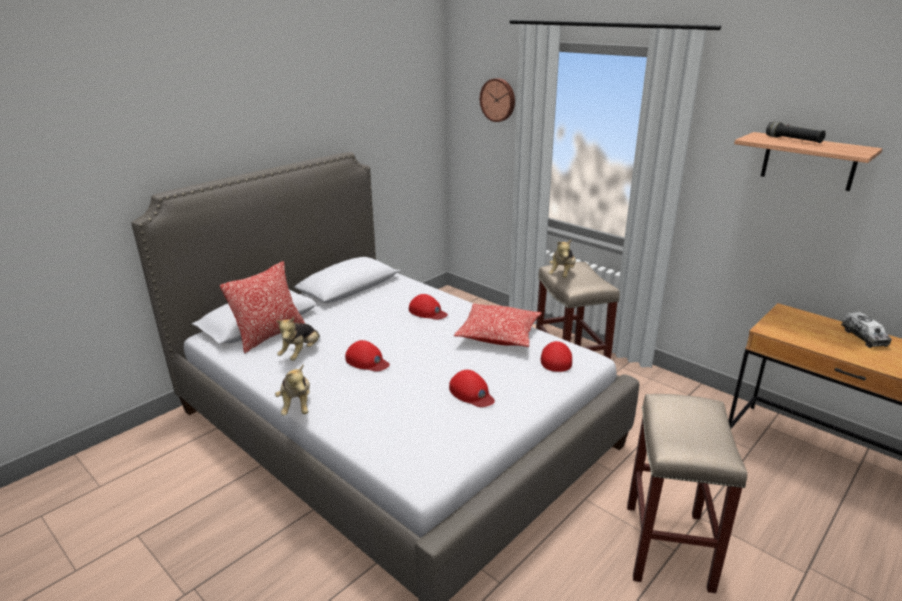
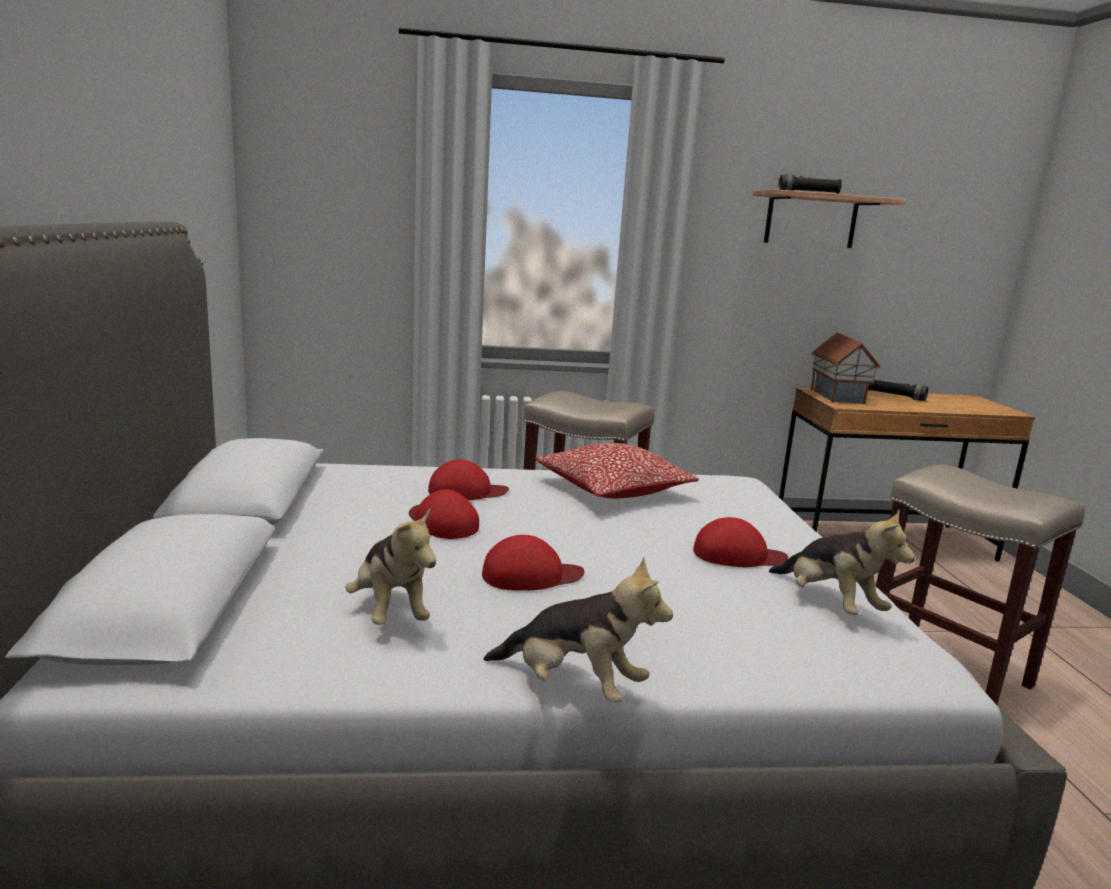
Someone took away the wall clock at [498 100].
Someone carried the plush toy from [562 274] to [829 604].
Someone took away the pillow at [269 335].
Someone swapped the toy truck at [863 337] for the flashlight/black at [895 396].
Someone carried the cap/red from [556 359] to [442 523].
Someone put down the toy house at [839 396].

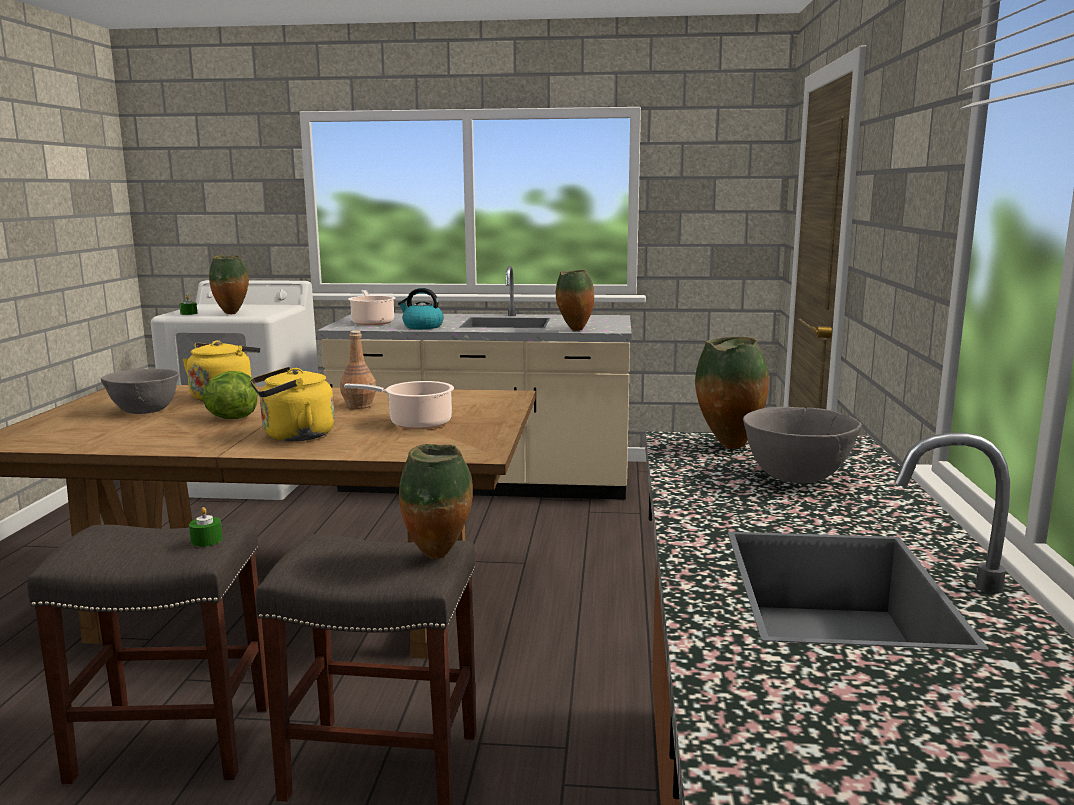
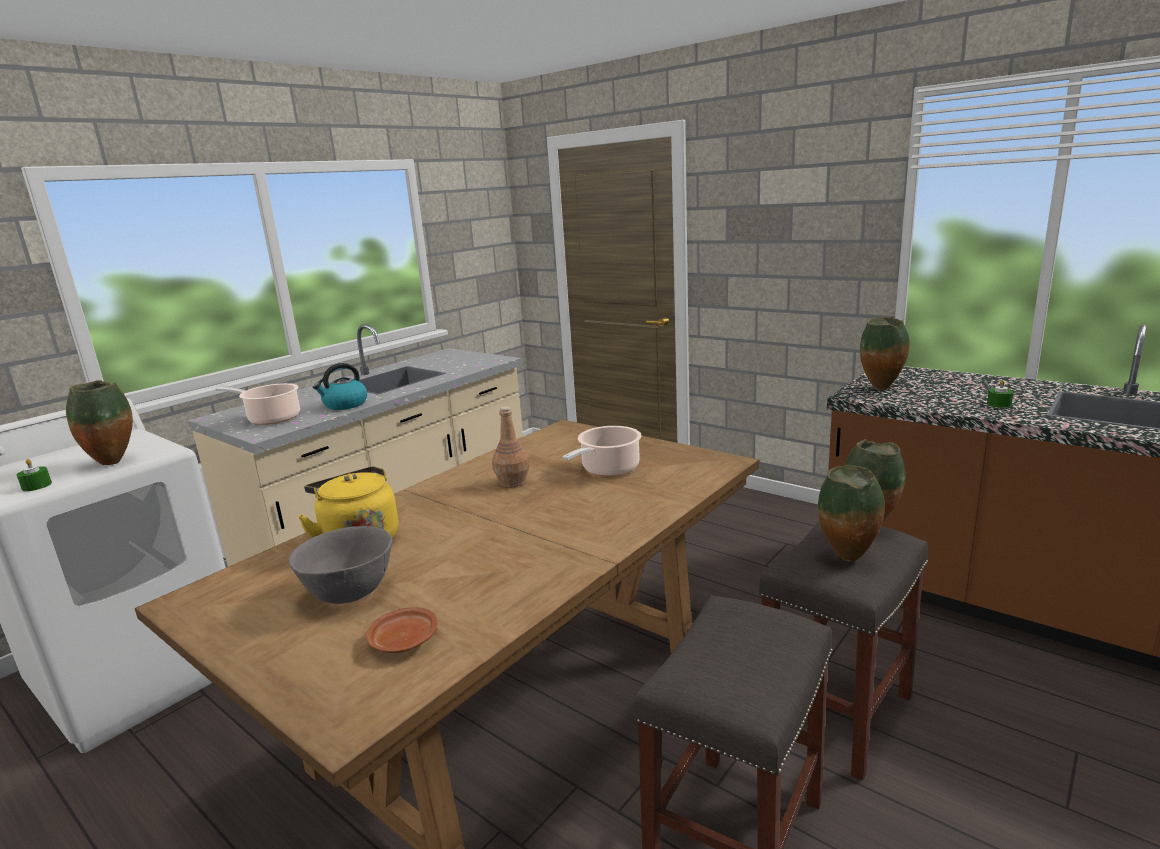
Someone carried the vase from [574 330] to [847 559].
Someone took away the kettle/yellow at [294 436].
Someone took away the lettuce at [232 418].
Someone took away the bowl/grey at [798 477].
Someone carried the candle/green from [206 540] to [999 404].
Someone put down the plate/brown at [404 640].

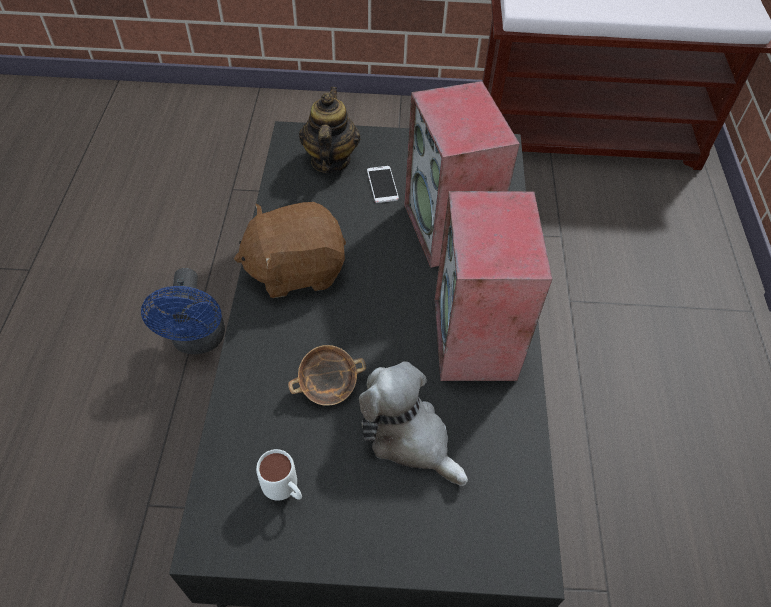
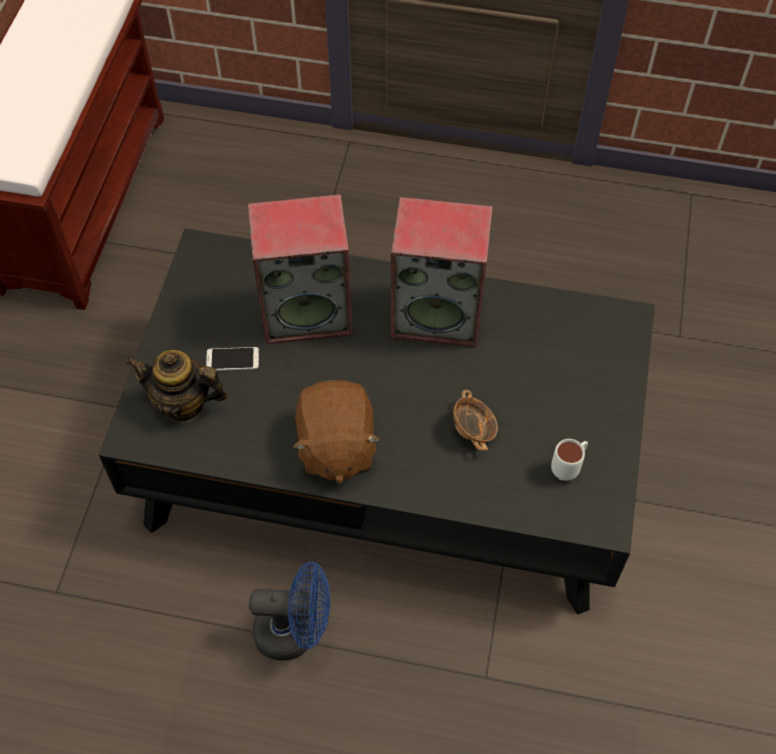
Someone took away the plush toy at [409 437].

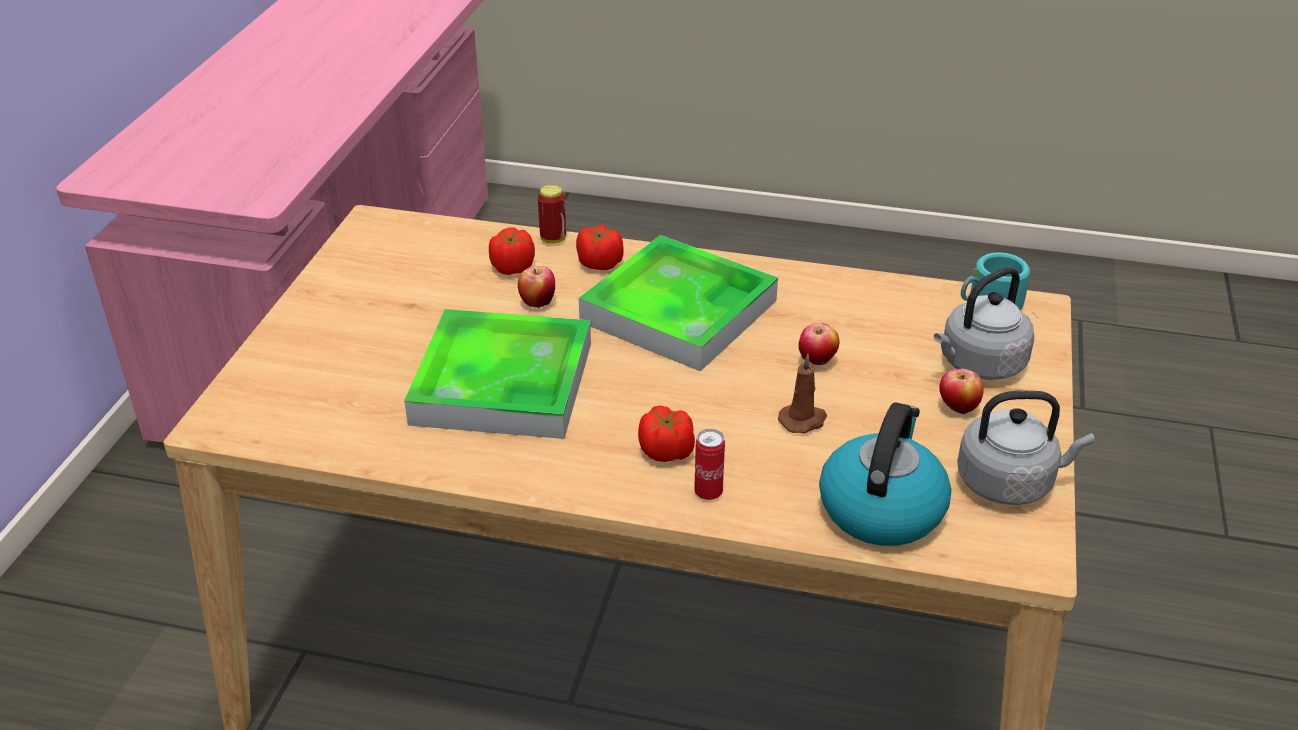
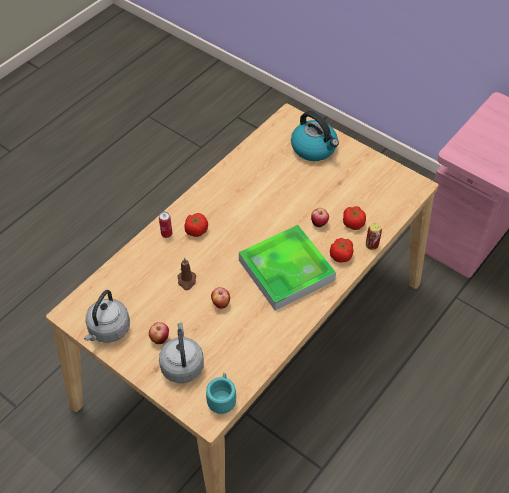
Someone took away the tray at [502 383].
Someone carried the kettle from [881 508] to [314 148].

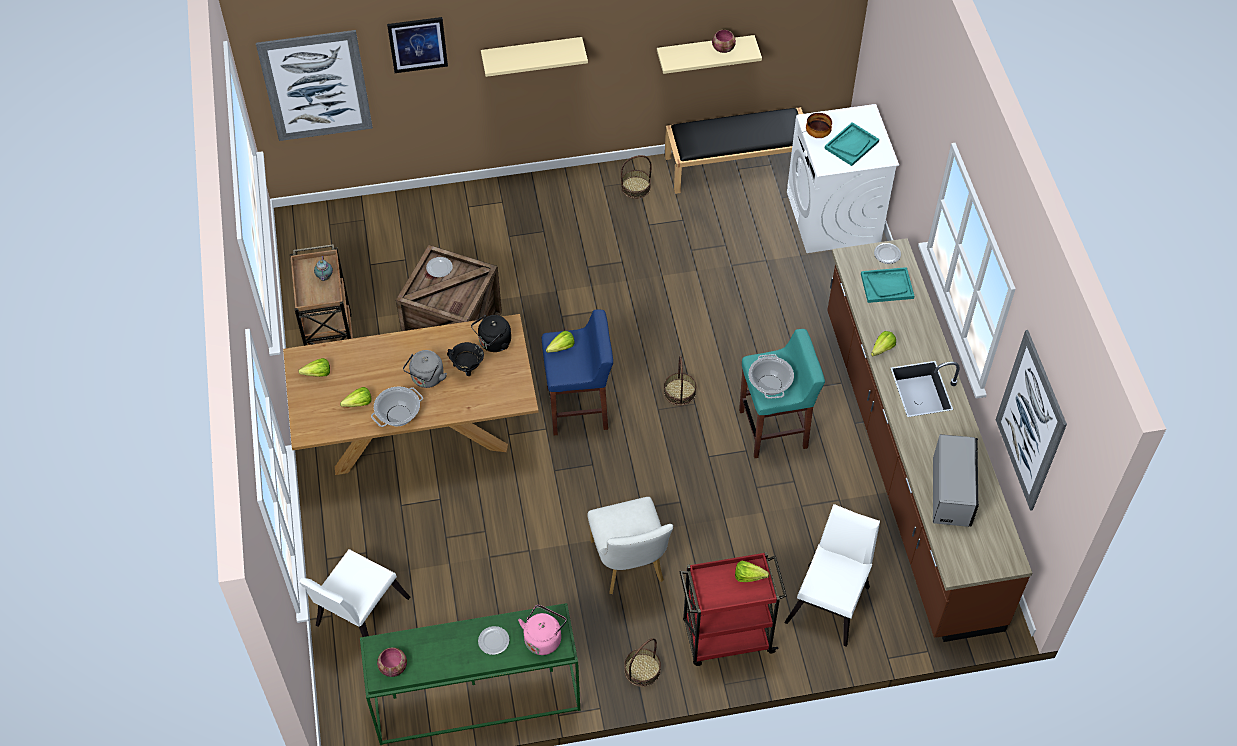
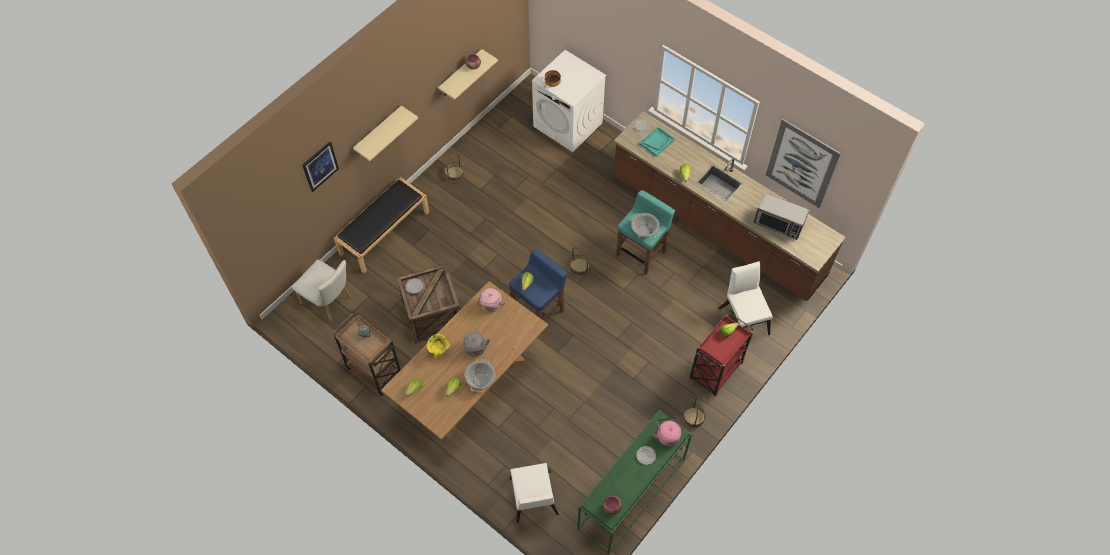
Someone took away the picture at [316 86].
Someone carried the bench/black from [737 164] to [384 232].
Someone took away the tray/turquoise at [851 145].
Someone repainted the kettle/black at [493 343], which became the kettle/pink at [491 306].
Someone took away the cooking pot/black at [467 368].
Someone rotated the microwave at [952 491] by 150 degrees clockwise.
Someone carried the chair/white from [629 566] to [329 301].
Someone put down the cooking pot/yellow at [439 351].

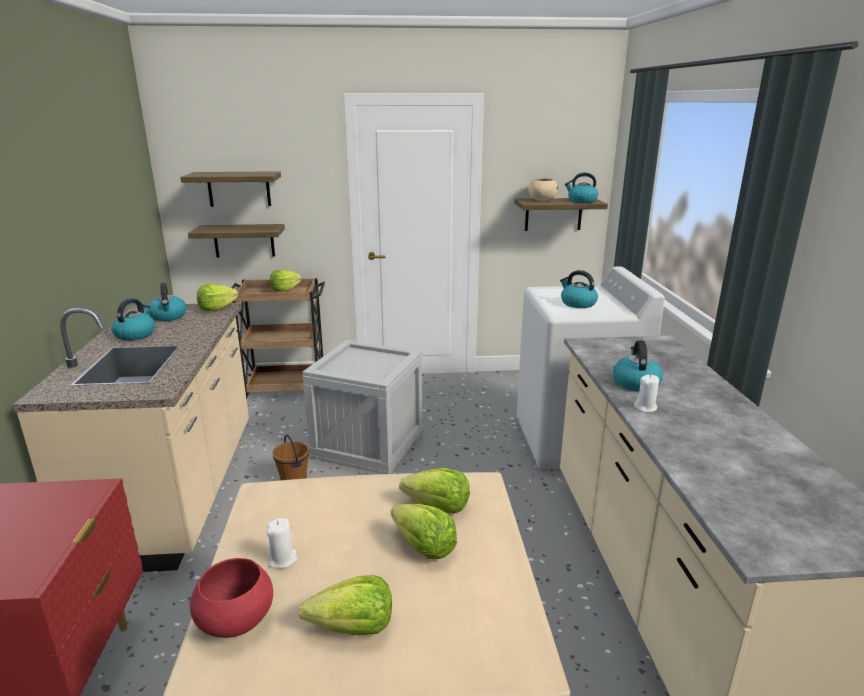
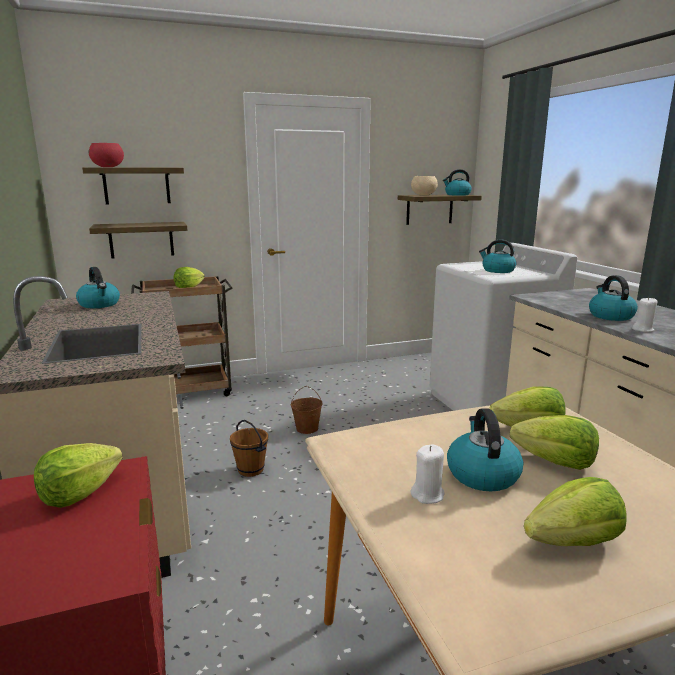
Someone carried the lettuce from [217 308] to [79 493].
Someone carried the kettle from [135 334] to [482 474].
Someone swapped the crate at [369 444] for the bucket/brown at [307 428].
Someone carried the bowl/red from [236 621] to [108 167].

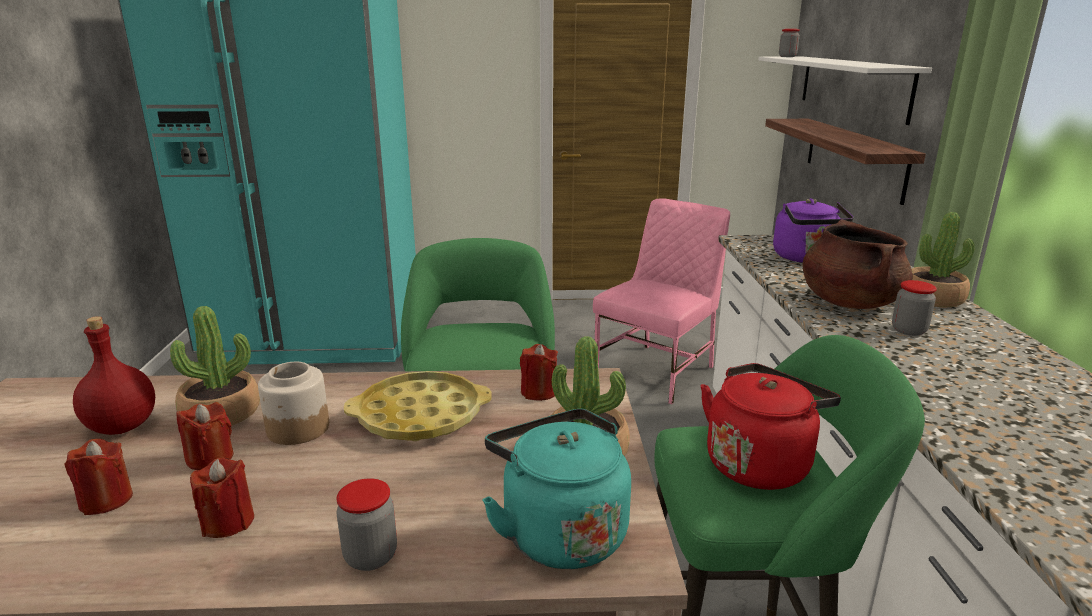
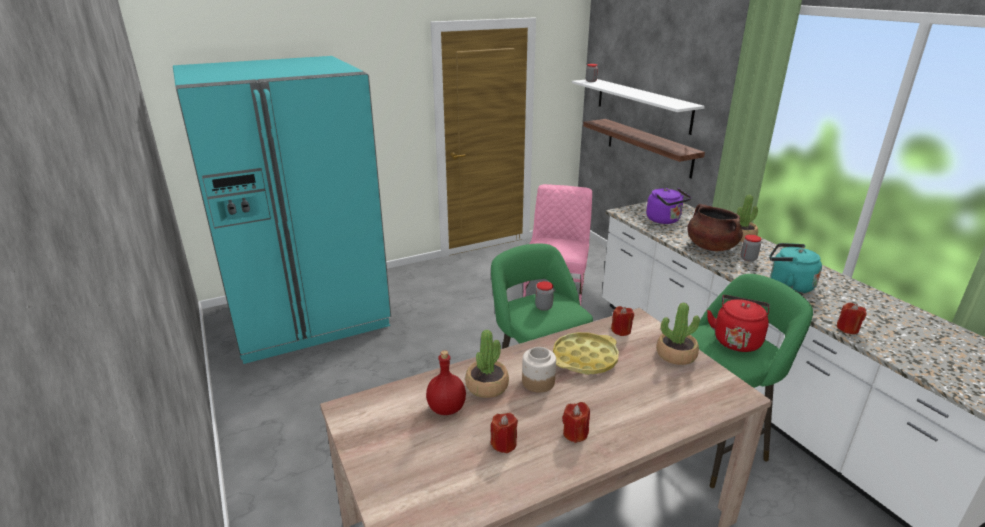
Someone carried the candle/red from [210 458] to [847 329].
Someone carried the kettle/turquoise from [559 531] to [787 285].
Someone carried the jar from [370 556] to [543 307].

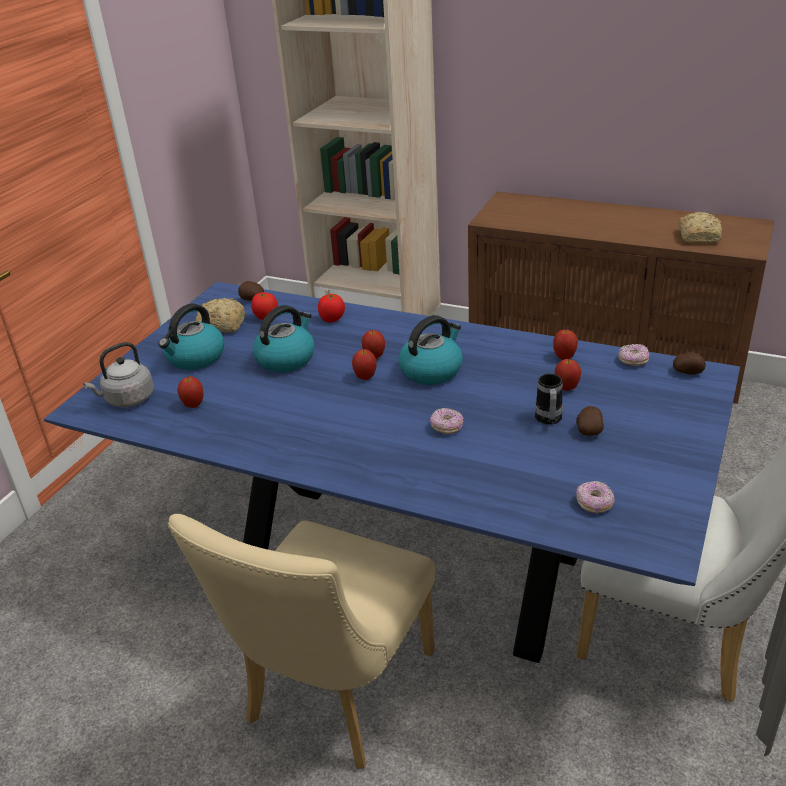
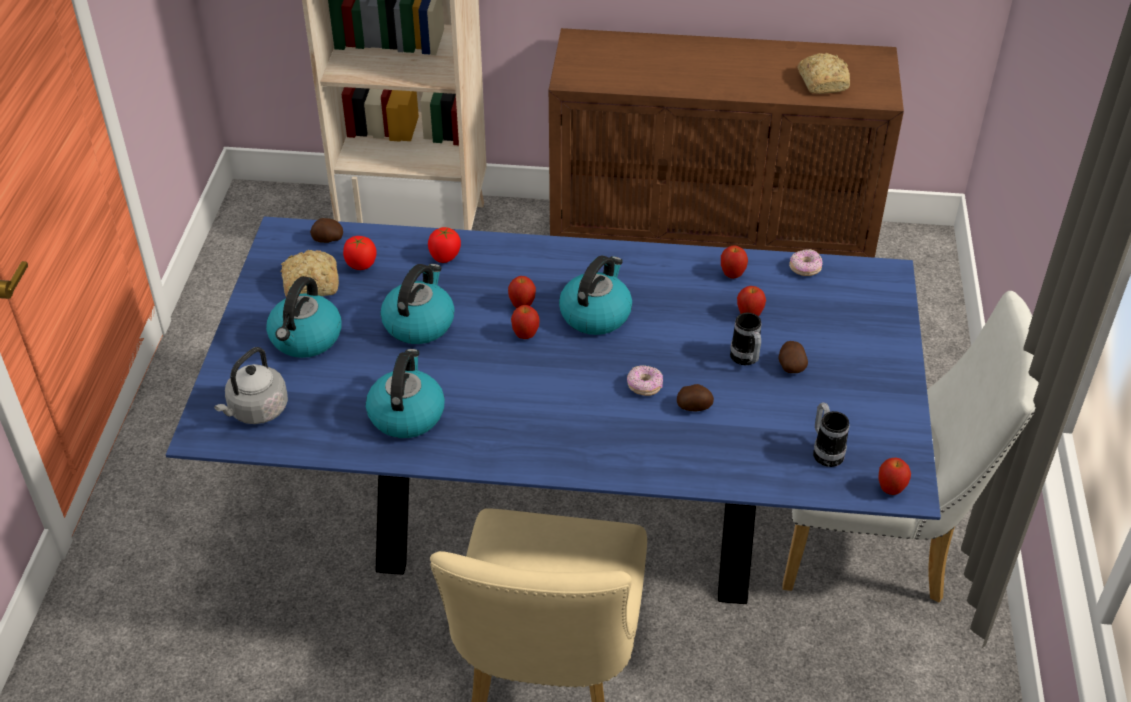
Someone carried the potato from [688 372] to [694 407].
Someone carried the apple from [193 405] to [890 489].
Someone swapped the donut at [594 504] for the mug at [825 451].
Someone put down the kettle at [406 414].

